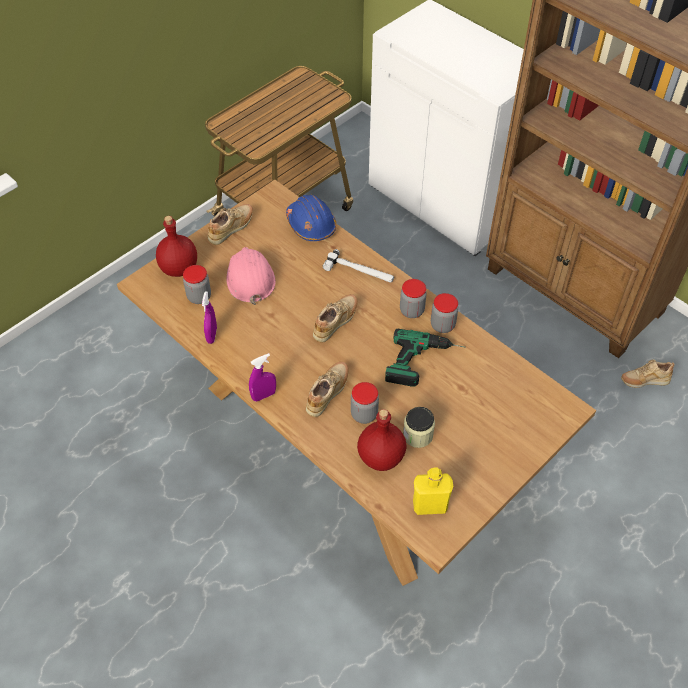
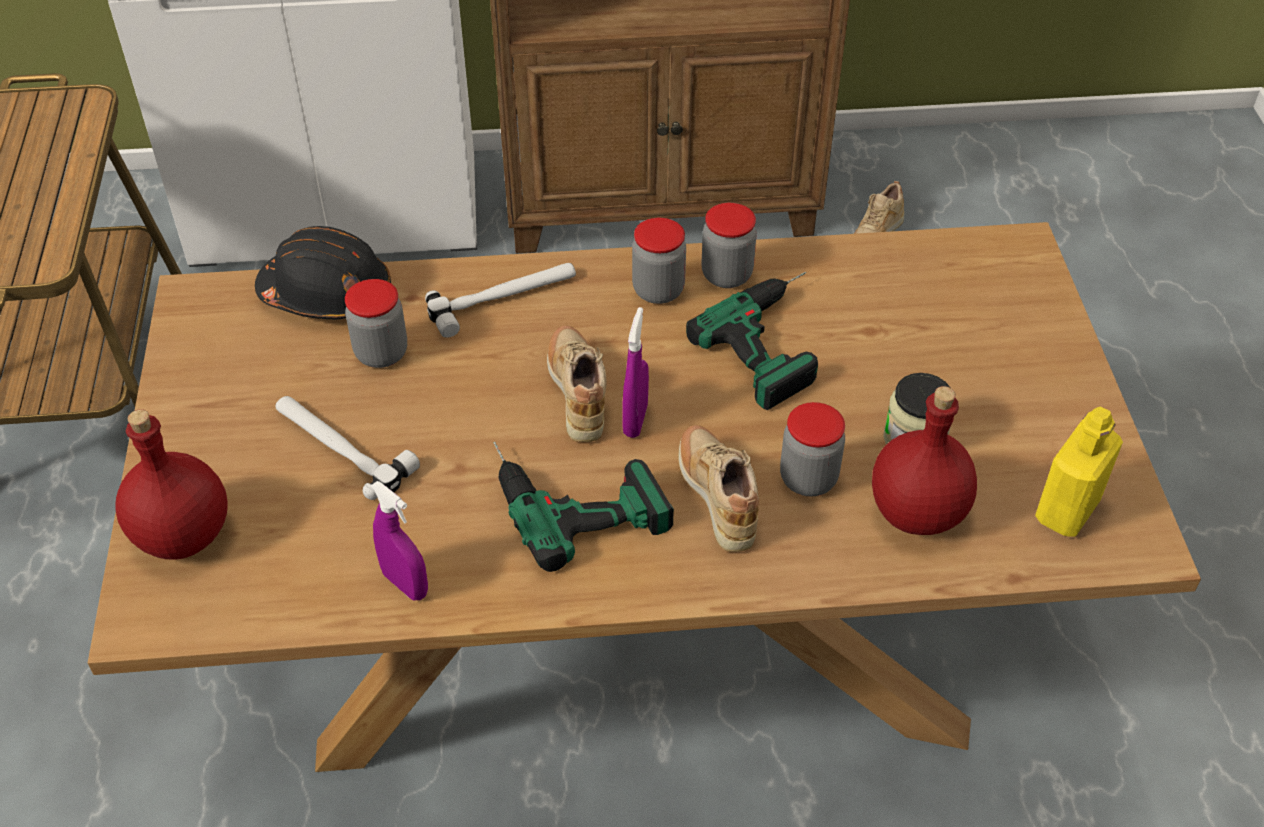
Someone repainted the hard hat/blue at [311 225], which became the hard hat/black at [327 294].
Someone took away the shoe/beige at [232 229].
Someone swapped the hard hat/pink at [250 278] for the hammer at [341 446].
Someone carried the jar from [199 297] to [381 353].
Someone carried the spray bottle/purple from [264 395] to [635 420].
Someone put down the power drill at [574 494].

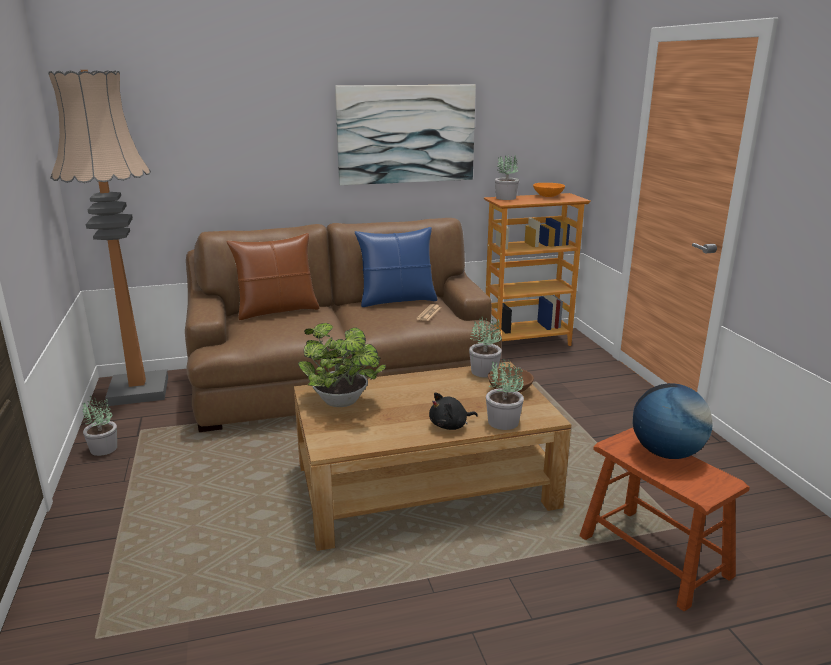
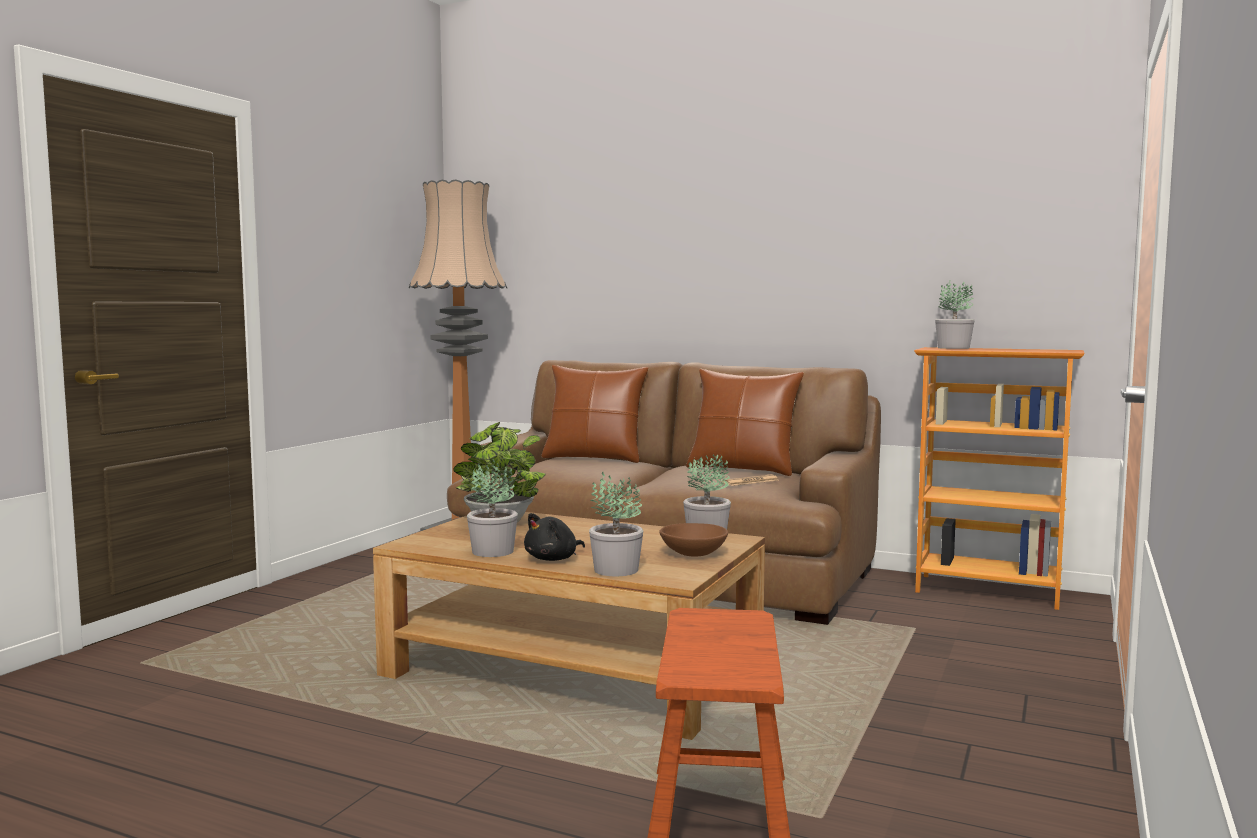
Someone took away the picture at [406 134].
Someone took away the bowl/orange at [548 196].
Someone repainted the pillow/blue at [397 300], which became the pillow/brown at [742 469].
Someone took away the globe at [666 453].
Someone rotated the plush toy/black at [450 425] by 60 degrees counterclockwise.
Someone carried the potted plant from [103 449] to [492 551].

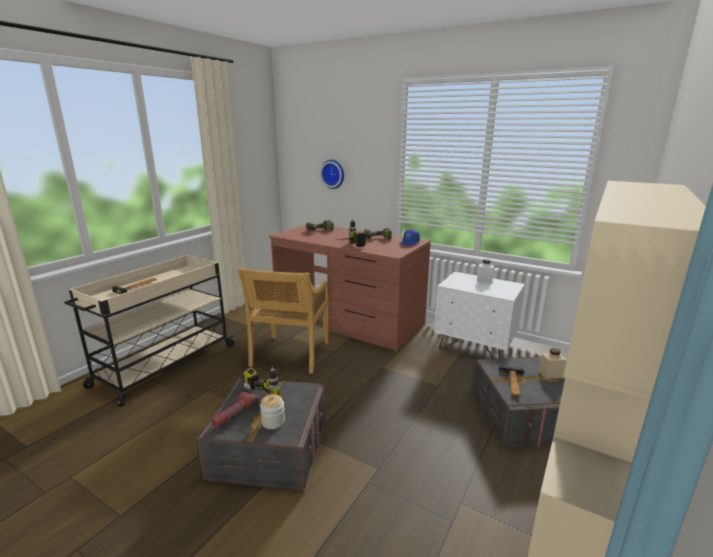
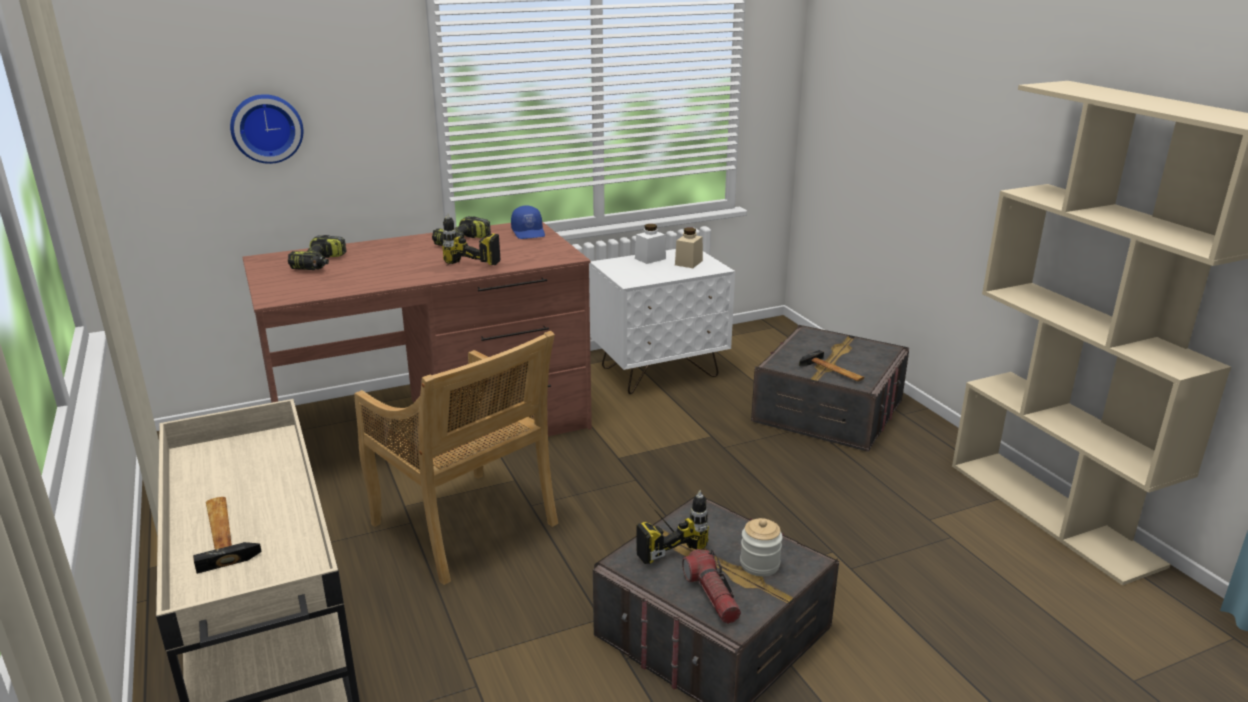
Someone carried the jar/beige from [550 374] to [688 263].

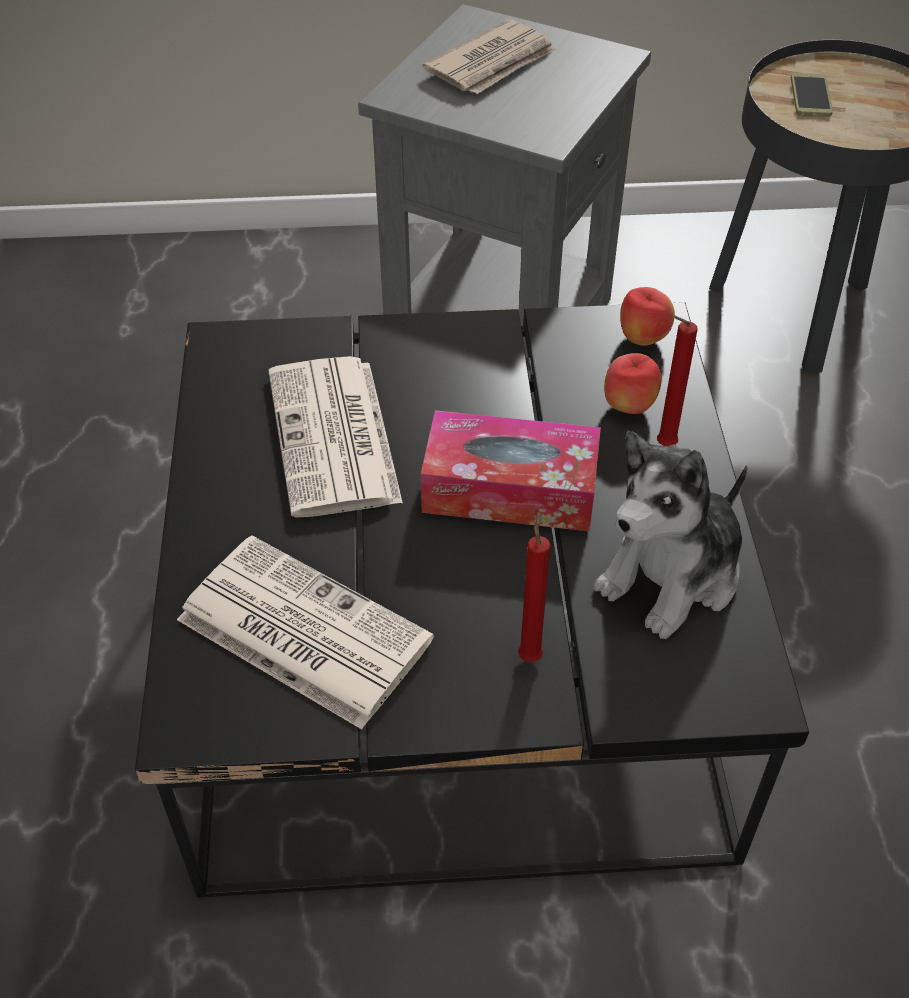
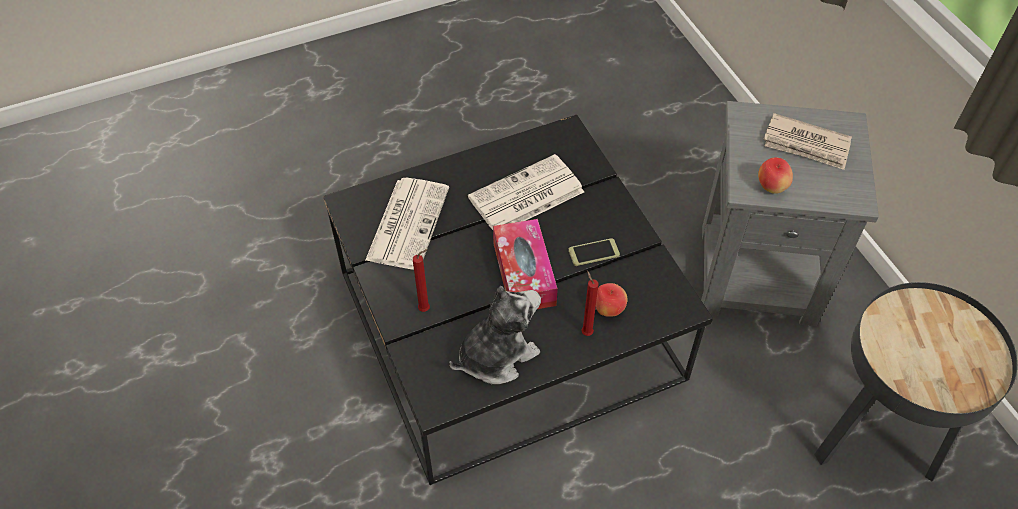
Someone carried the phone from [810 96] to [594 252].
Someone carried the apple from [642 339] to [771 187].
Someone rotated the plush toy at [672 575] by 120 degrees clockwise.

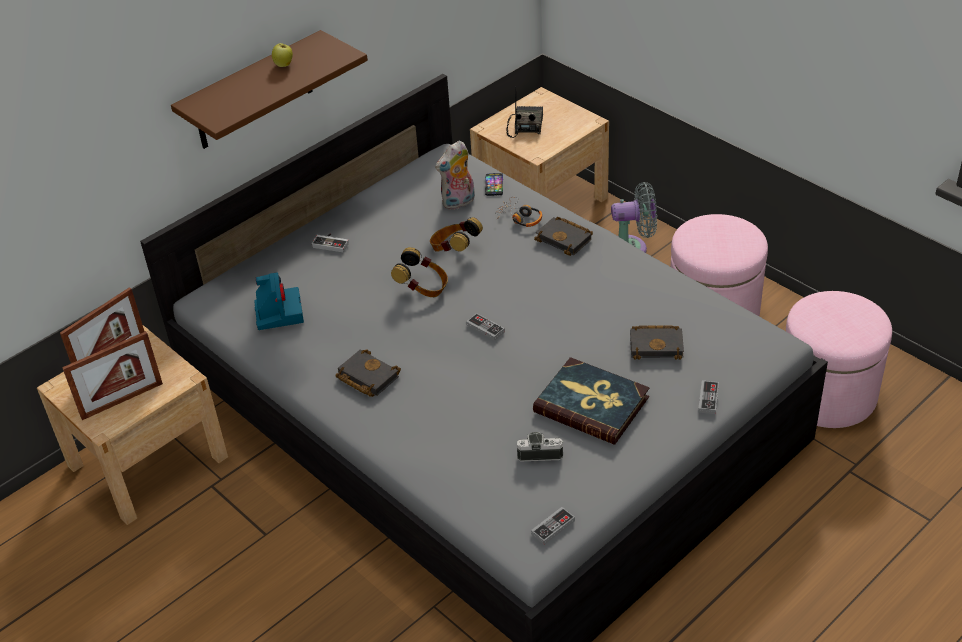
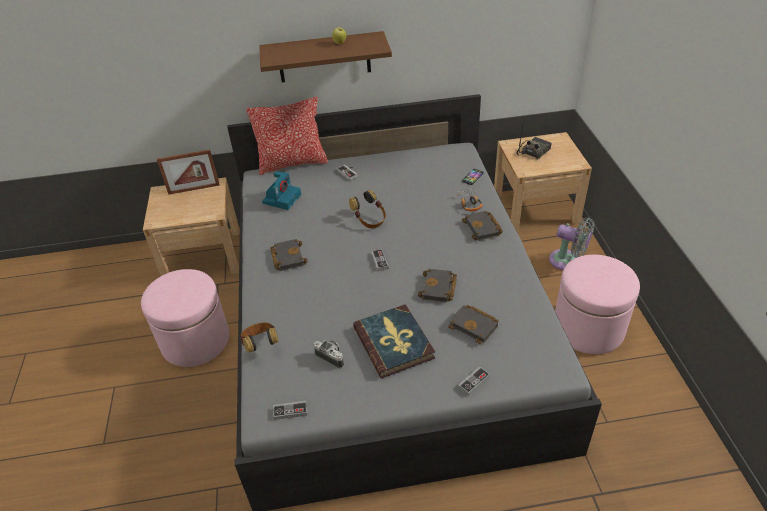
Someone took away the plush toy at [458 203].
Someone carried the headphones from [454 250] to [261 345].
Someone carried the ottoman/pink from [827 394] to [195 340].
Someone took away the picture frame at [122 400].
Someone put down the pillow at [292 163].
Someone put down the book/black at [439 289].

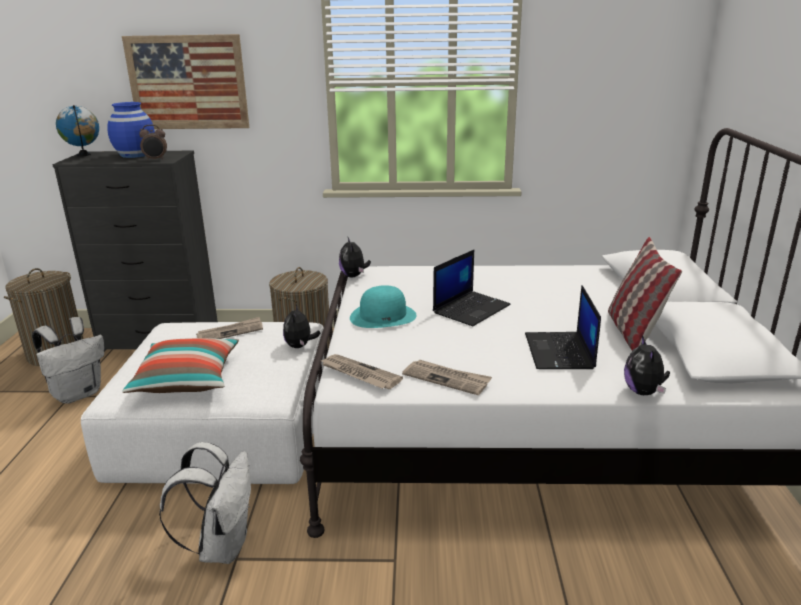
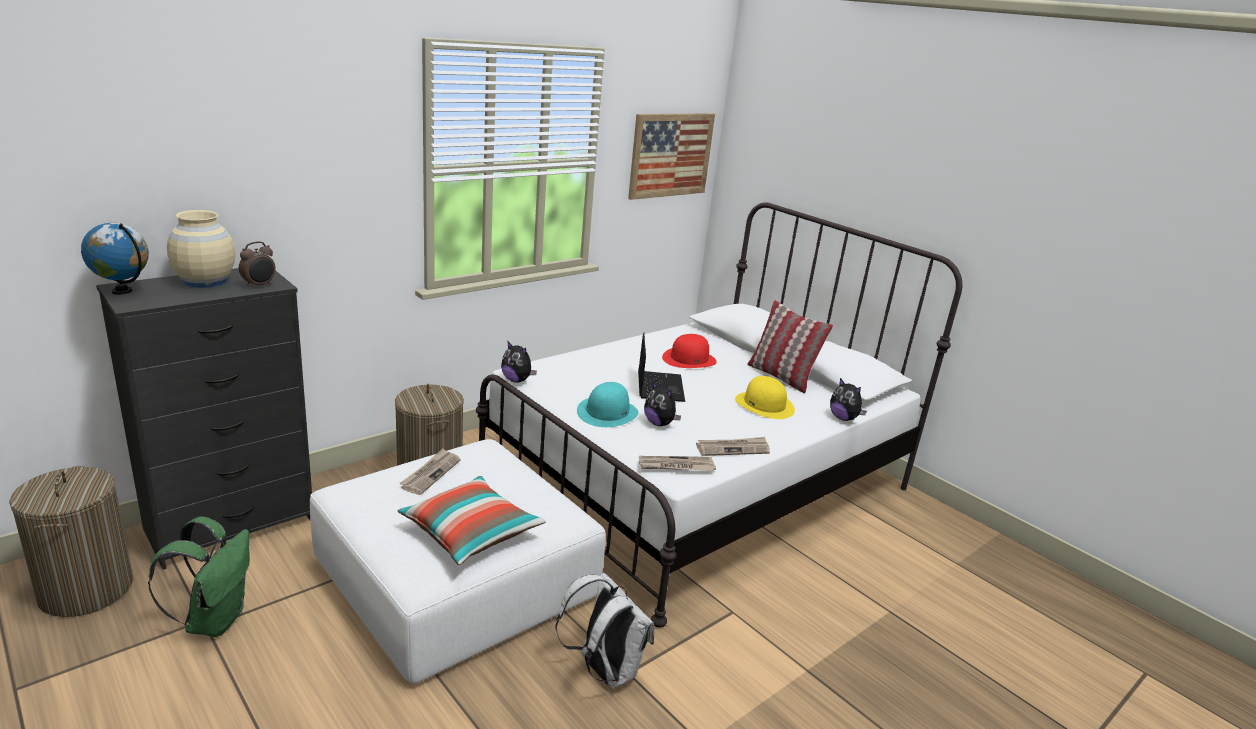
Someone carried the picture from [188 82] to [671 155].
Someone repainted the vase/blue at [135 155], which became the vase/beige at [205 281].
Someone swapped the laptop at [560 352] for the hat/yellow at [764 405].
Someone carried the plush toy from [300 346] to [659 423].
Someone repainted the backpack/white at [78 393], which became the backpack/green at [215 619].
Someone put down the hat/red at [689 359].

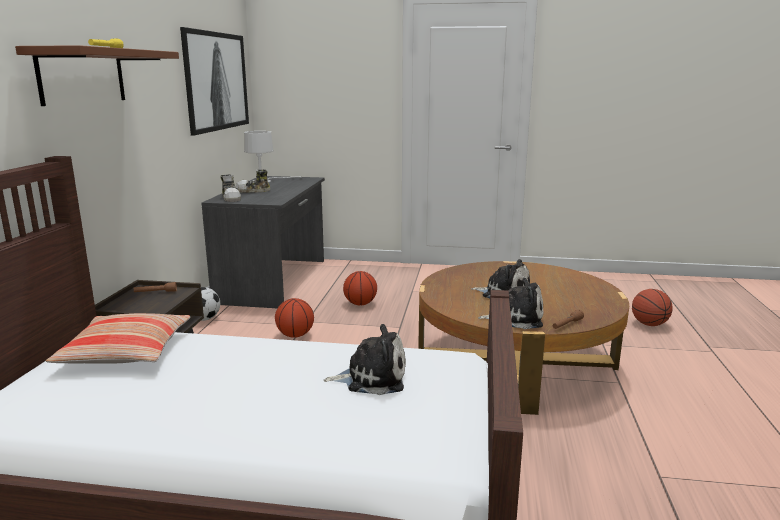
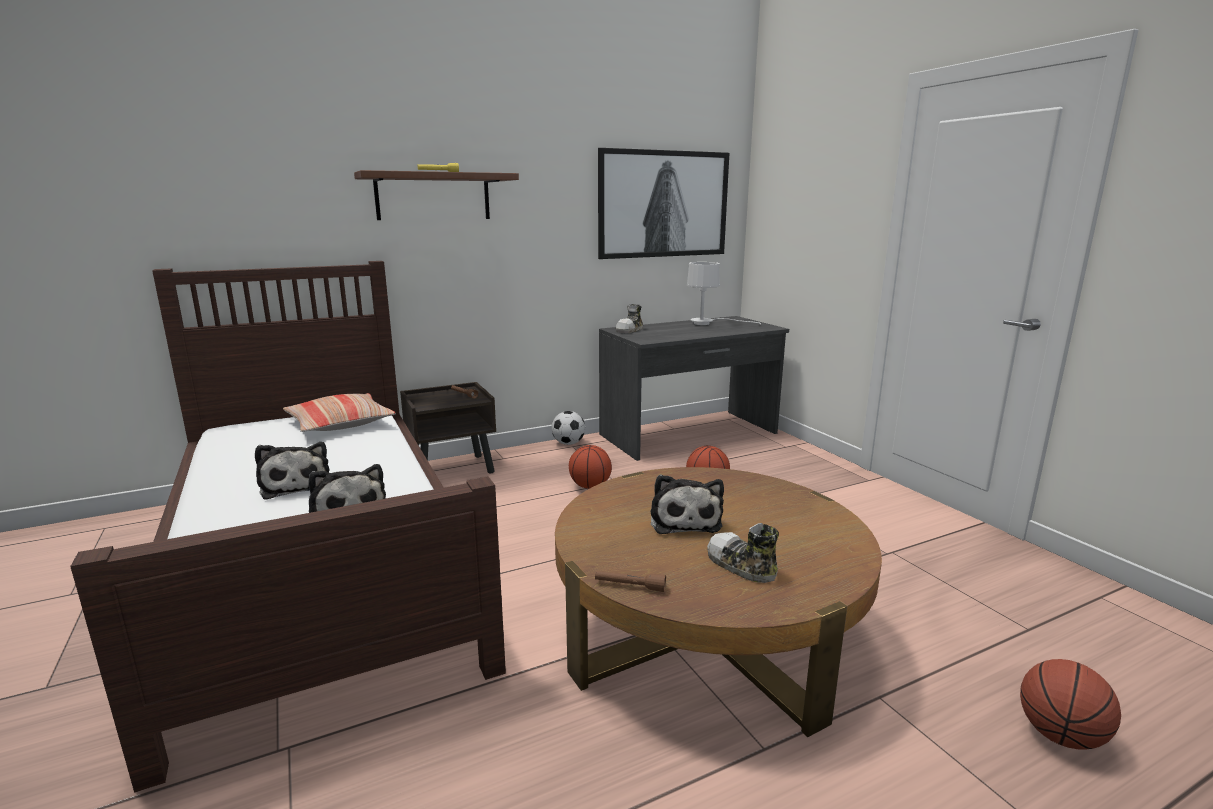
Someone carried the shoe from [253 191] to [740 566].
Someone carried the plush toy from [515 318] to [295 484].

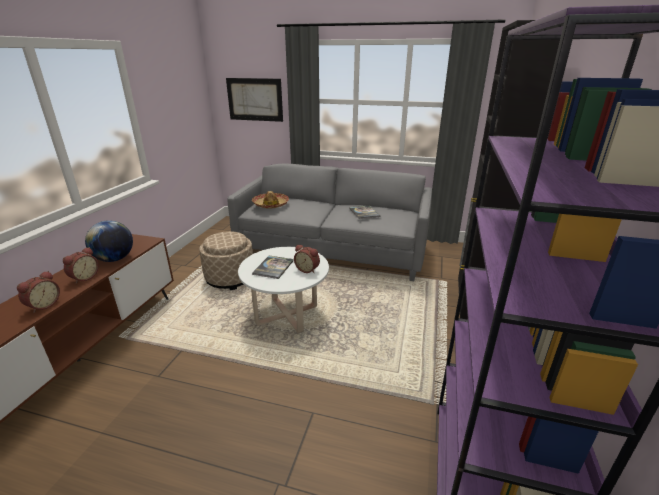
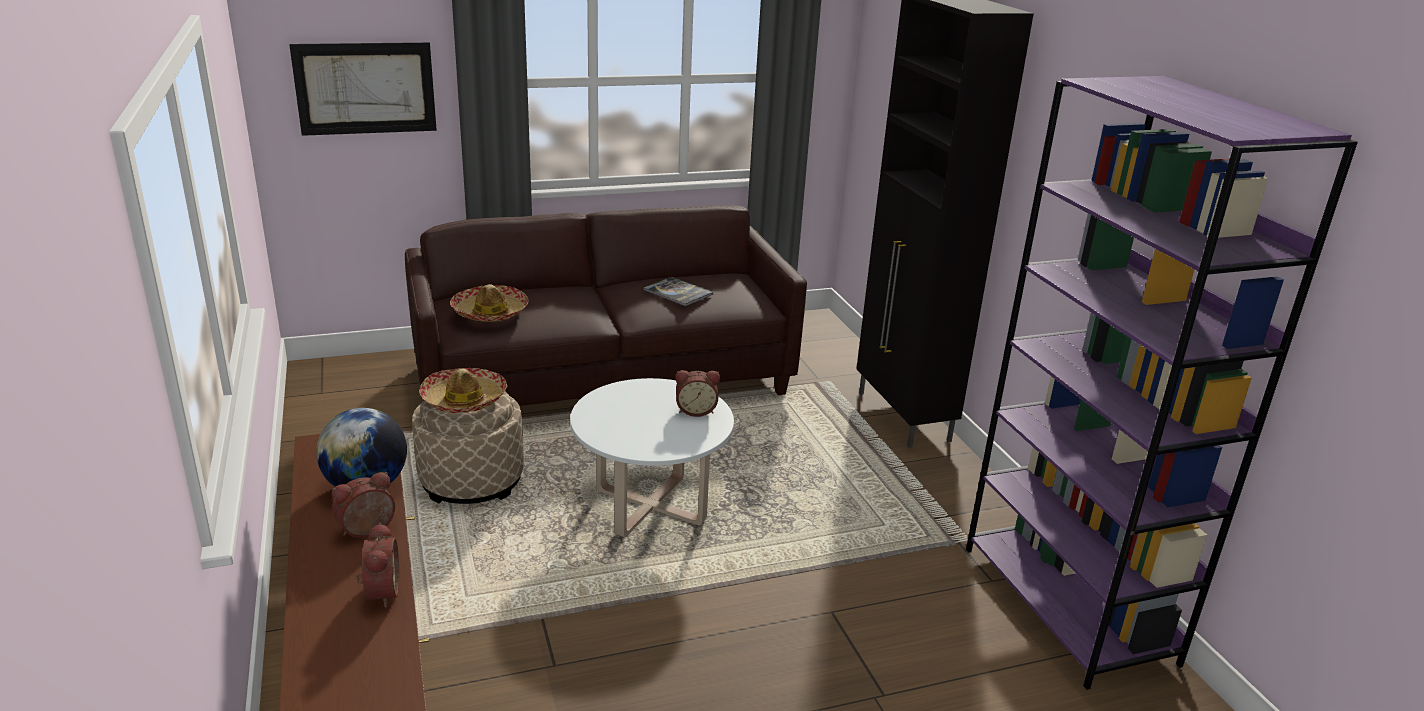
Someone repainted the sofa/grey at [333 251], which became the sofa/brown at [605 379].
Someone rotated the alarm clock at [84 277] by 120 degrees counterclockwise.
Someone took away the book at [273 267].
Someone put down the hat at [464 399].

